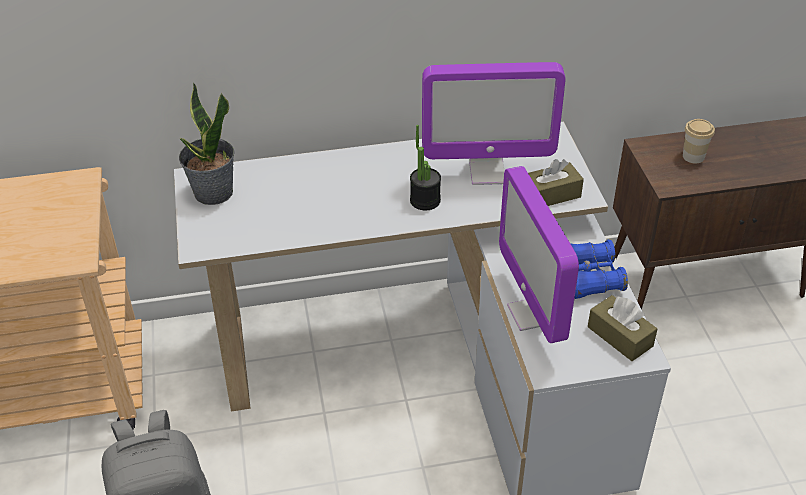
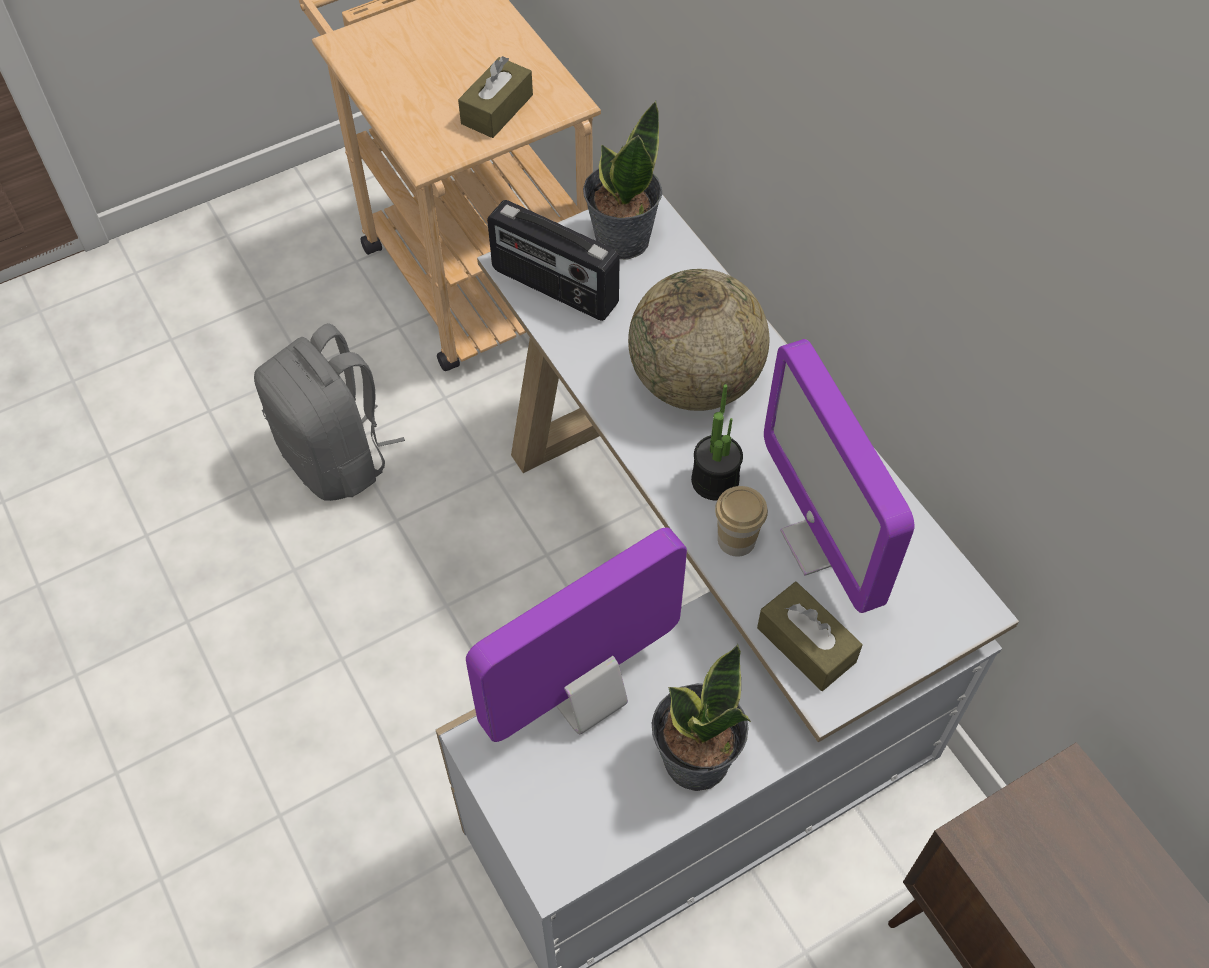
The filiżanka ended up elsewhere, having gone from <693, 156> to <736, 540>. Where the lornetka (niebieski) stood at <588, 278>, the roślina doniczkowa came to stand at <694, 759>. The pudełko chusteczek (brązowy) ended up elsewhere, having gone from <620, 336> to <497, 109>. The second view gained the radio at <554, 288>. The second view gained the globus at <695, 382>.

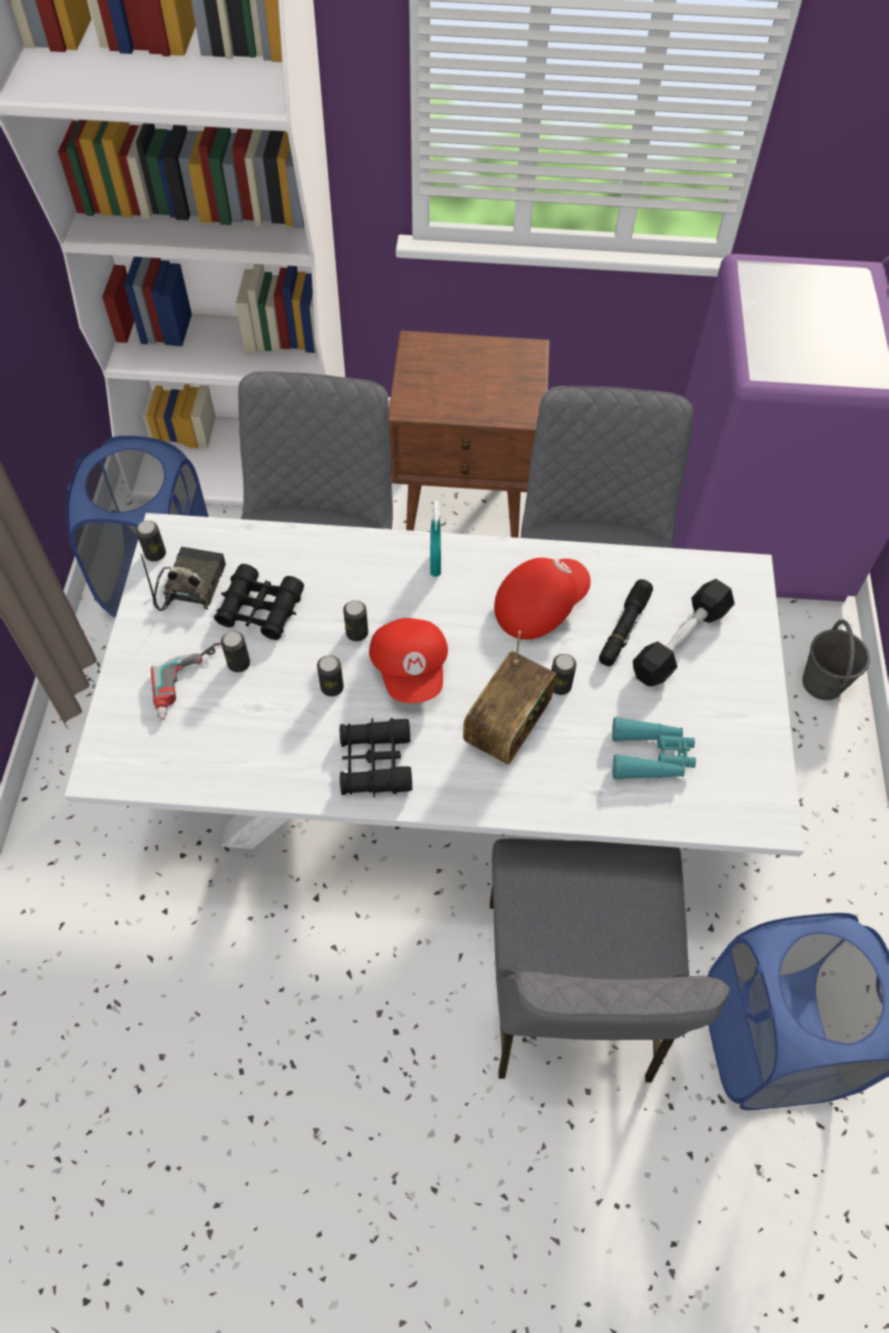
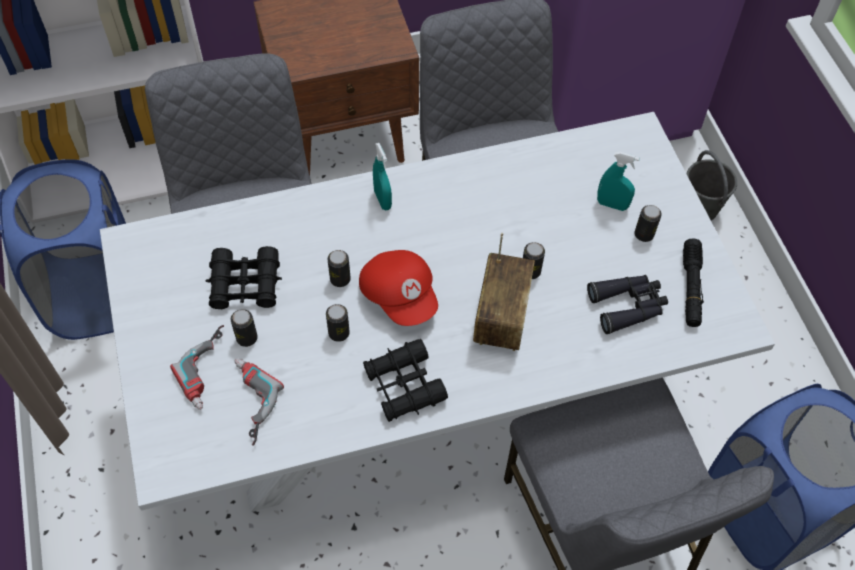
The puszka ended up elsewhere, having gone from <155, 554> to <644, 234>. The second view lost the radio at <190, 585>. The second view lost the czapka z daszkiem (czerwony) at <539, 606>. The latarka (czarny) ended up elsewhere, having gone from <623, 628> to <691, 287>. Where the hantel (czarny) stood at <680, 642>, the spryskiwacz (turkusowy) came to stand at <612, 205>. What was the lornetka (turkusowy) at <651, 756> turned into the lornetka (czarny) at <628, 306>. The second view gained the wiertarka at <246, 402>.

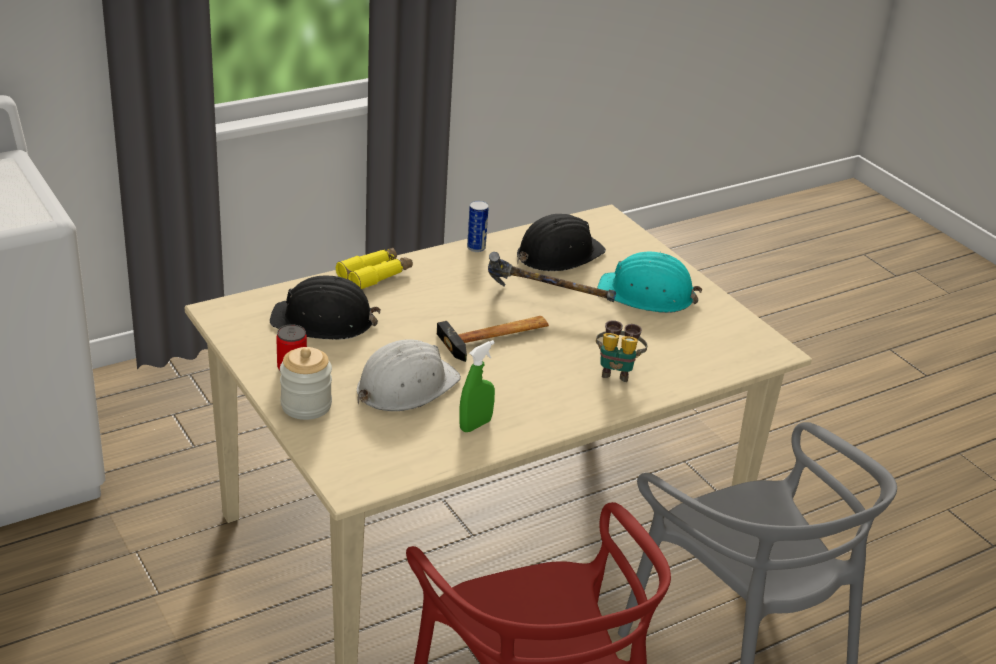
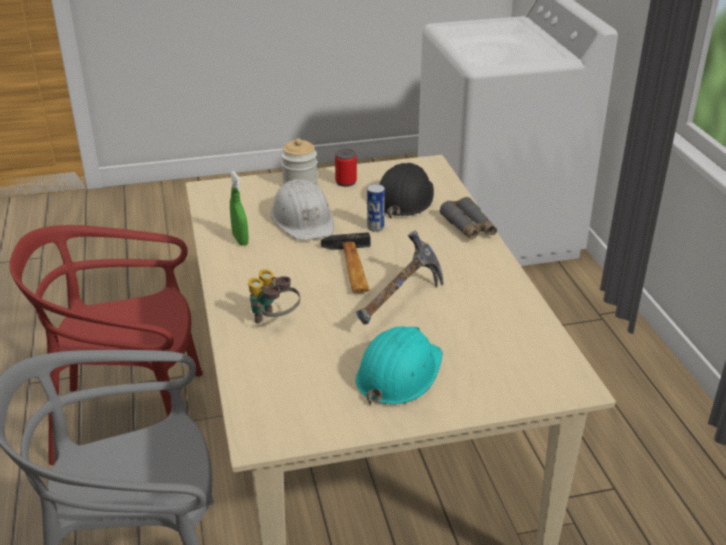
The puszka ended up elsewhere, having gone from <476, 248> to <375, 227>. The second view lost the kask (czarny) at <558, 254>. What was the lornetka (żółty) at <375, 275> turned into the lornetka (szary) at <468, 227>.

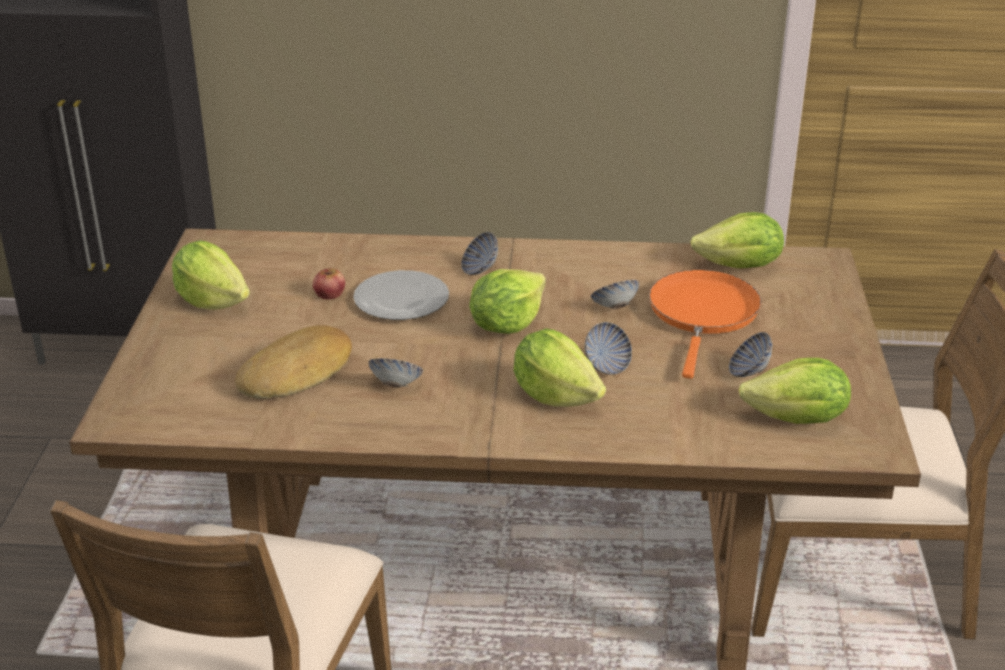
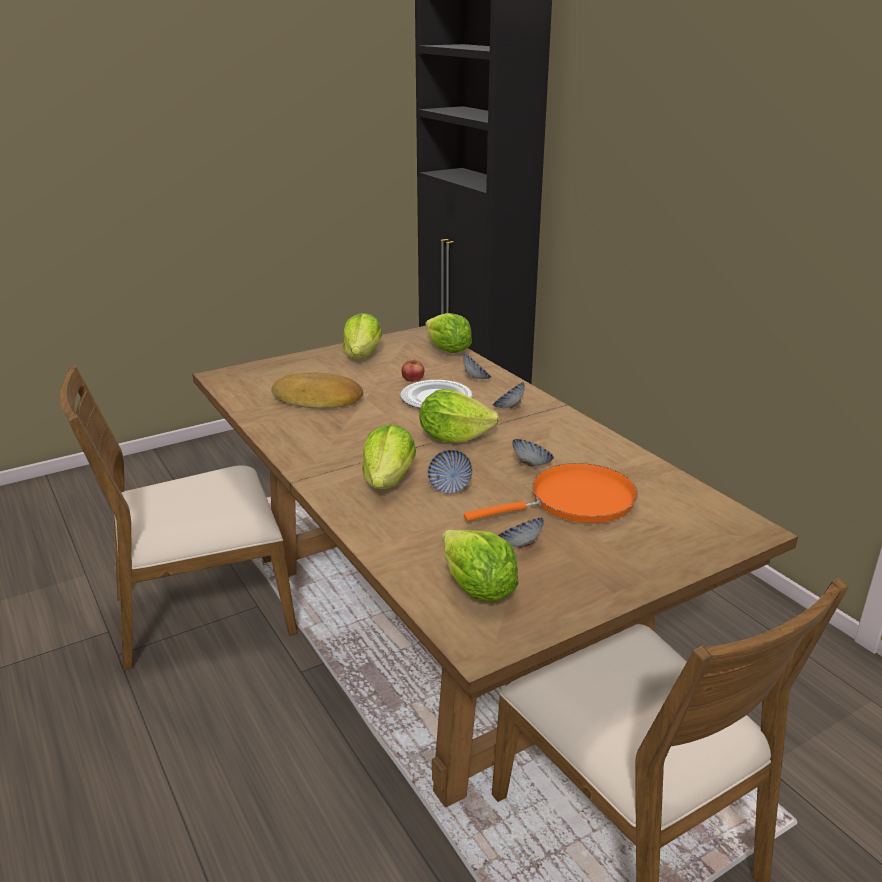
The sałata ended up elsewhere, having gone from <740, 266> to <448, 351>. The miska ended up elsewhere, having gone from <396, 385> to <476, 378>.

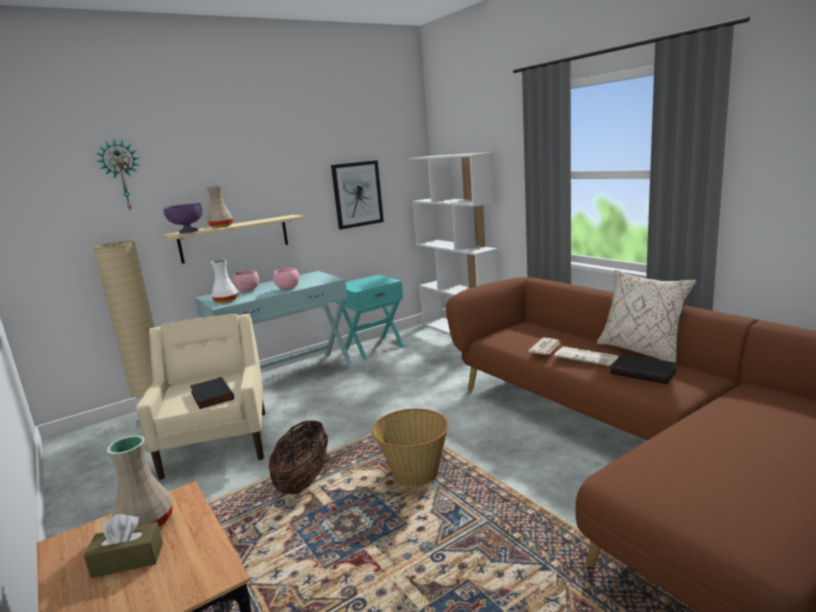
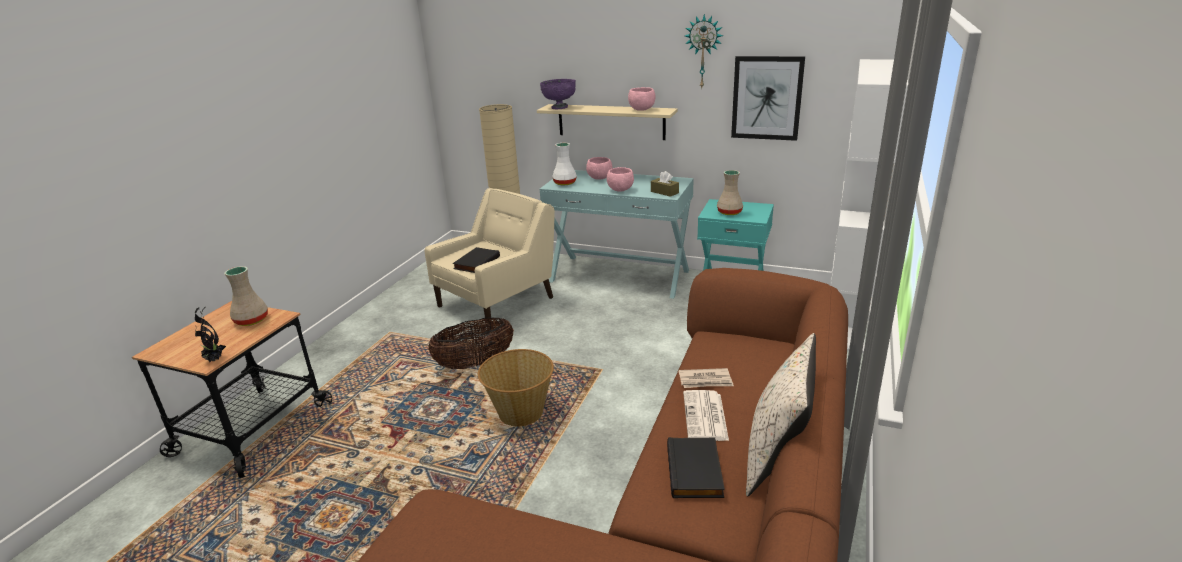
The zegar ścienny ended up elsewhere, having gone from <121, 175> to <703, 52>. The wazon (beżowy) ended up elsewhere, having gone from <221, 226> to <729, 212>. The pudełko chusteczek (brązowy) ended up elsewhere, having gone from <128, 560> to <664, 192>. The second view gained the miska (różowy) at <641, 110>. The second view gained the roślina doniczkowa at <215, 360>.

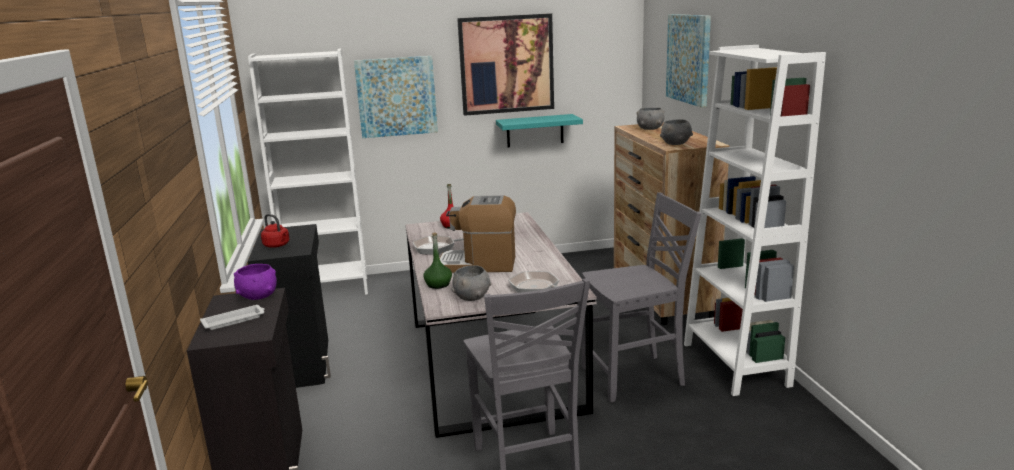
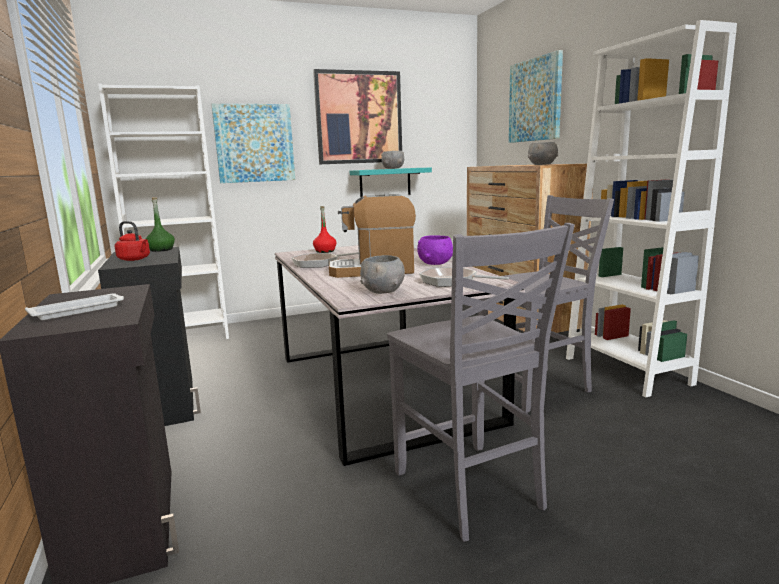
The miska (szary) ended up elsewhere, having gone from <650, 129> to <393, 168>. The butelka (zielony) ended up elsewhere, having gone from <438, 284> to <161, 250>. The miska (fioletowy) ended up elsewhere, having gone from <257, 296> to <434, 263>.

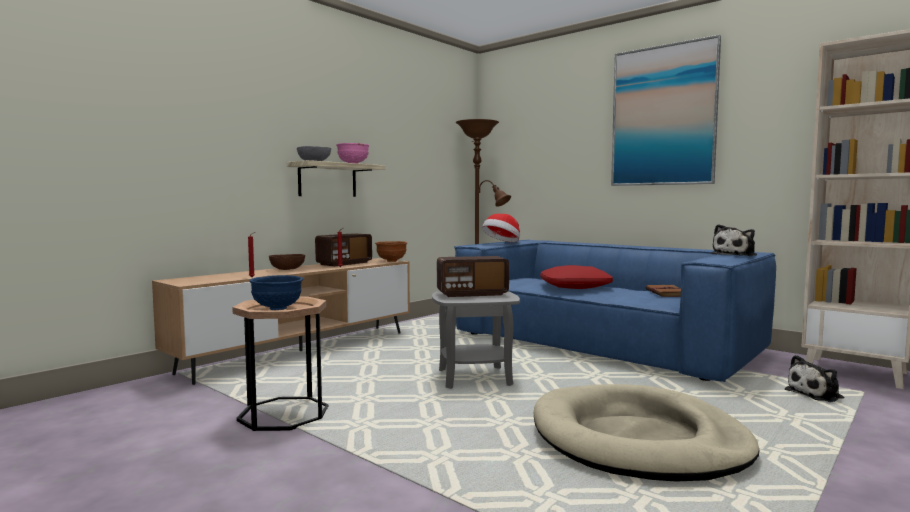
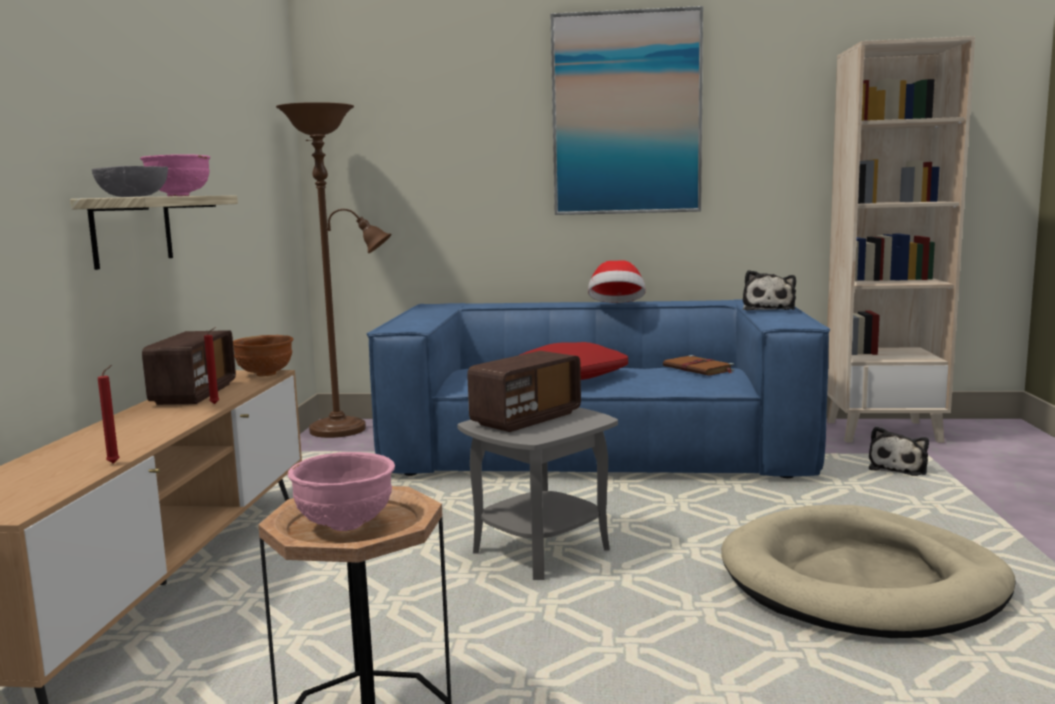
The kapelusz ended up elsewhere, having gone from <502, 243> to <617, 306>. The second view lost the miska (brązowy) at <287, 269>. What was the miska (niebieski) at <277, 309> turned into the miska (różowy) at <346, 525>.

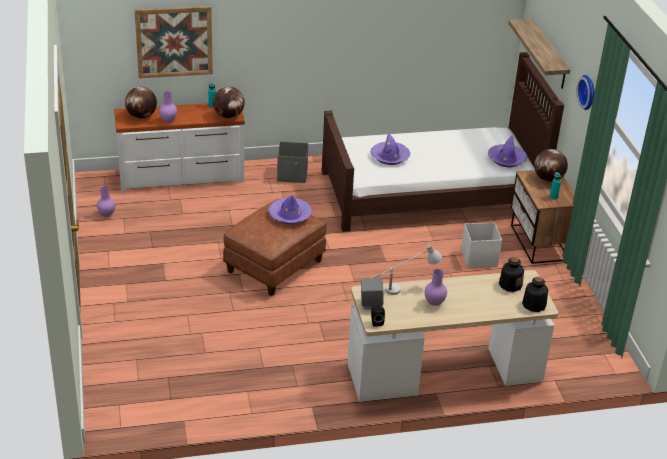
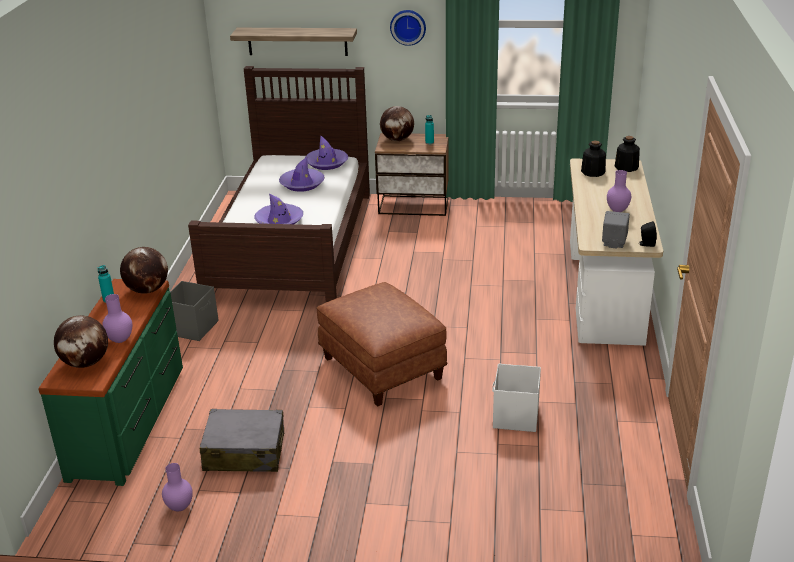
The second view lost the obraz at <174, 41>. What was the komoda (biały) at <181, 177> turned into the komoda (zielony) at <129, 420>. The kapelusz (fioletowy) ended up elsewhere, having gone from <290, 215> to <302, 184>. The pojemnik do przechowywania (biały) ended up elsewhere, having gone from <478, 258> to <515, 417>. The second view lost the lampa stołowa (biały) at <403, 288>. The second view gained the walizka (szary) at <244, 452>.

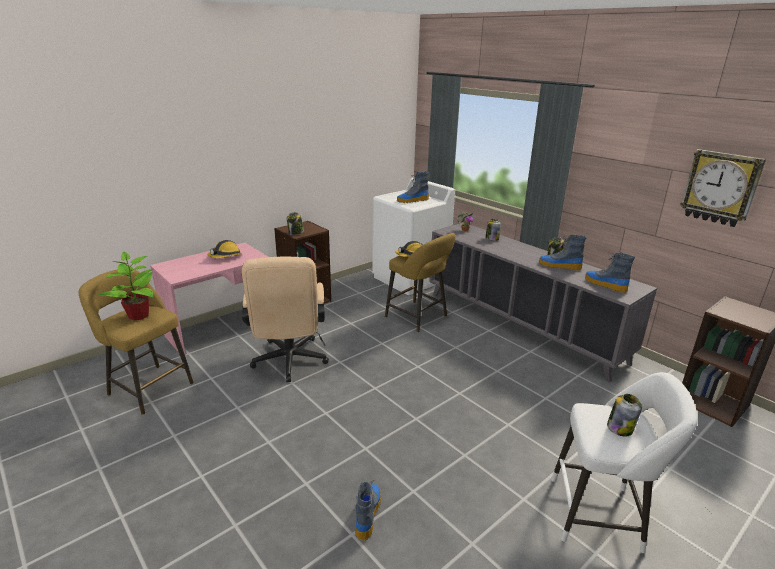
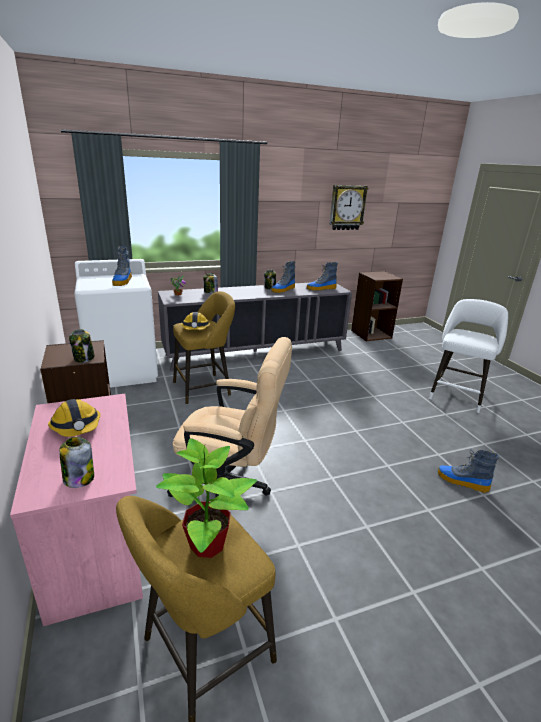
The słoik ended up elsewhere, having gone from <620, 428> to <79, 478>.

